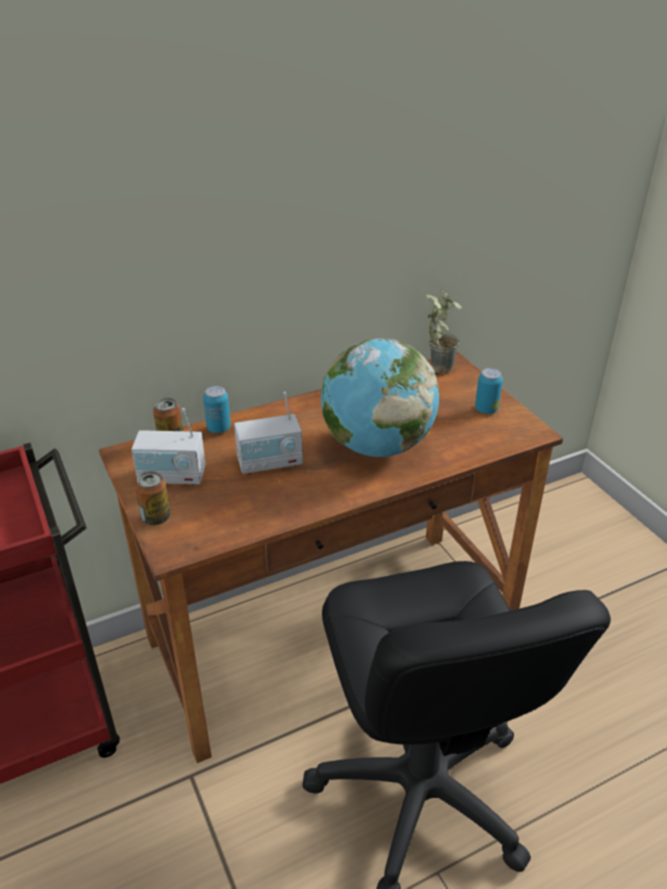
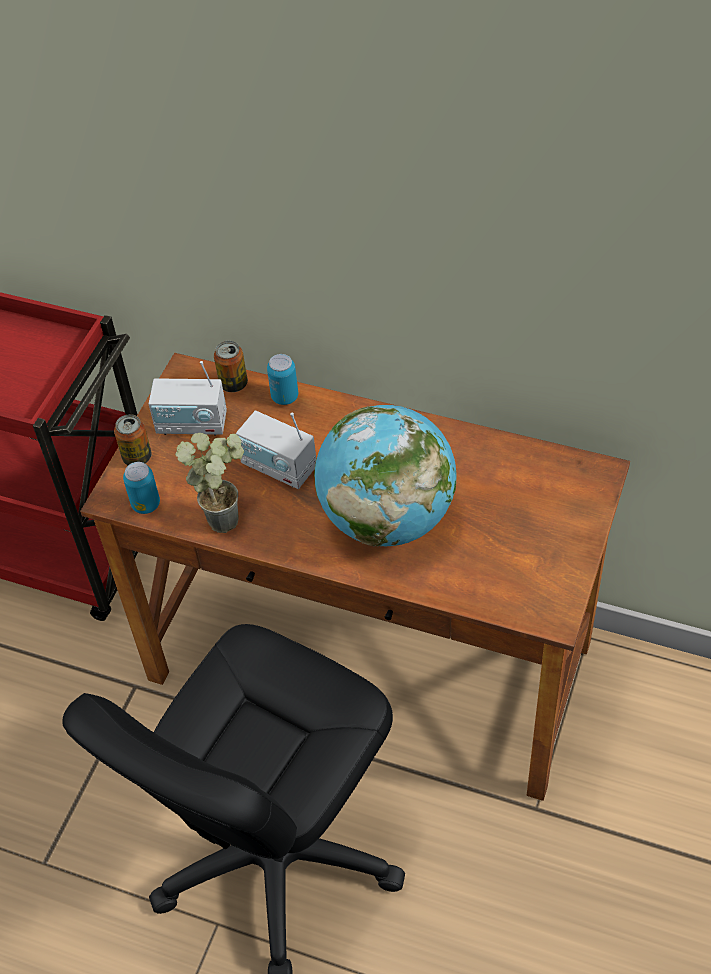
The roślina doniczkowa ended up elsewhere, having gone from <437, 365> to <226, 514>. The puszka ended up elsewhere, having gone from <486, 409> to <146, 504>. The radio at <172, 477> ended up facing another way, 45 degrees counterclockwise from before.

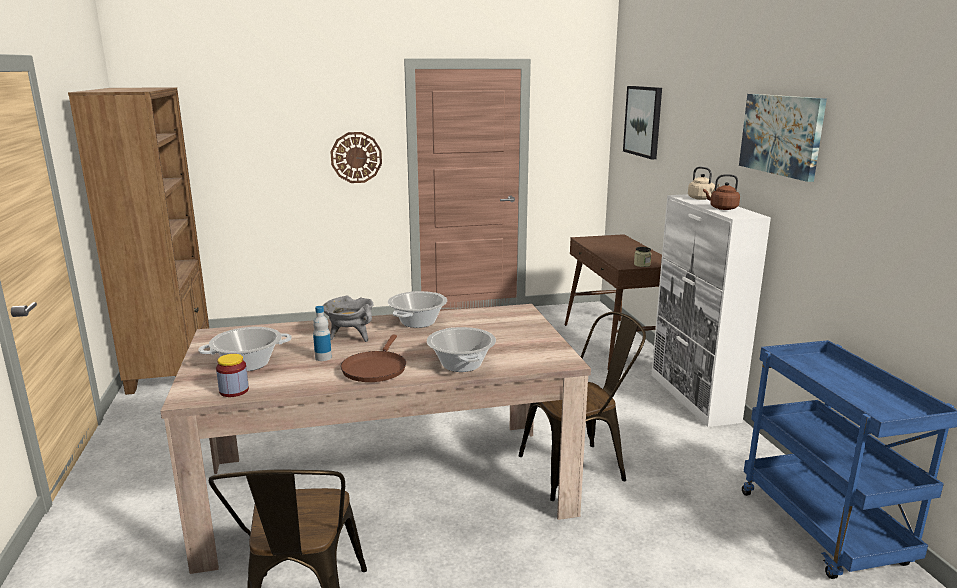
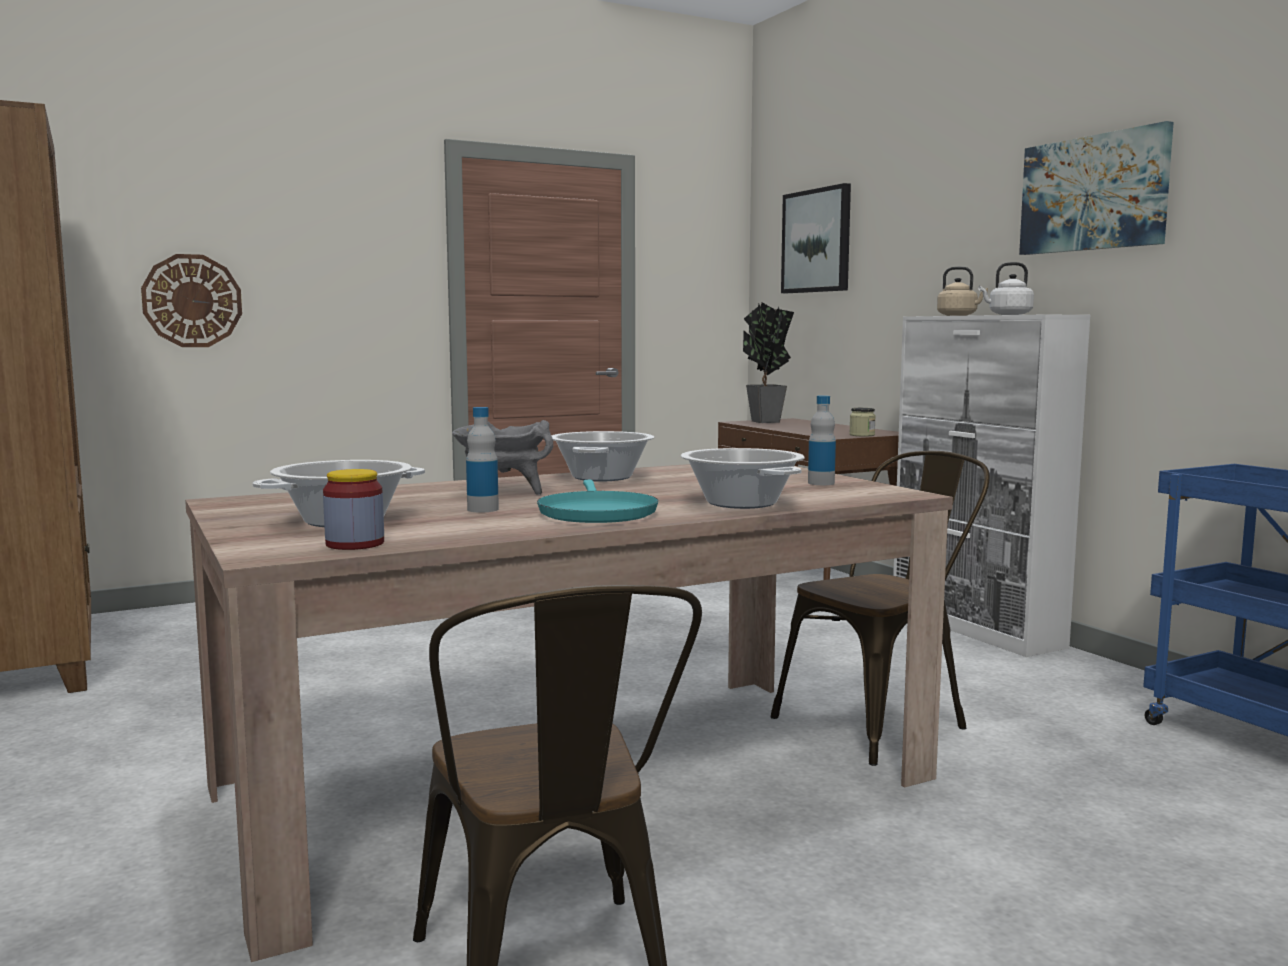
The zegar ścienny ended up elsewhere, having gone from <356, 157> to <192, 301>. What was the czajnik (brązowy) at <722, 208> turned into the czajnik (biały) at <1008, 314>. What was the patelnia (brązowy) at <375, 368> turned into the patelnia (turkusowy) at <596, 513>. The second view gained the roślina doniczkowa at <765, 422>. The second view gained the butelka at <821, 483>.

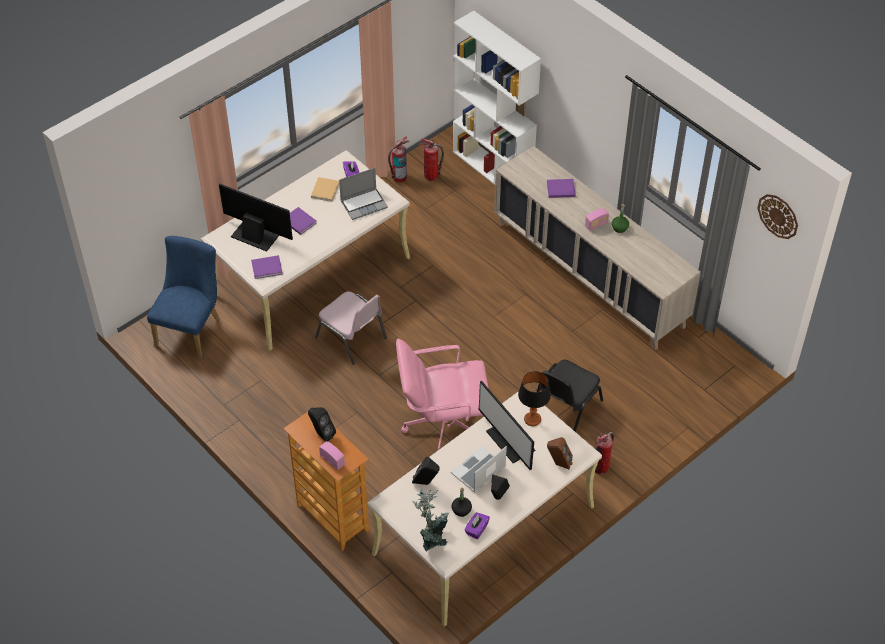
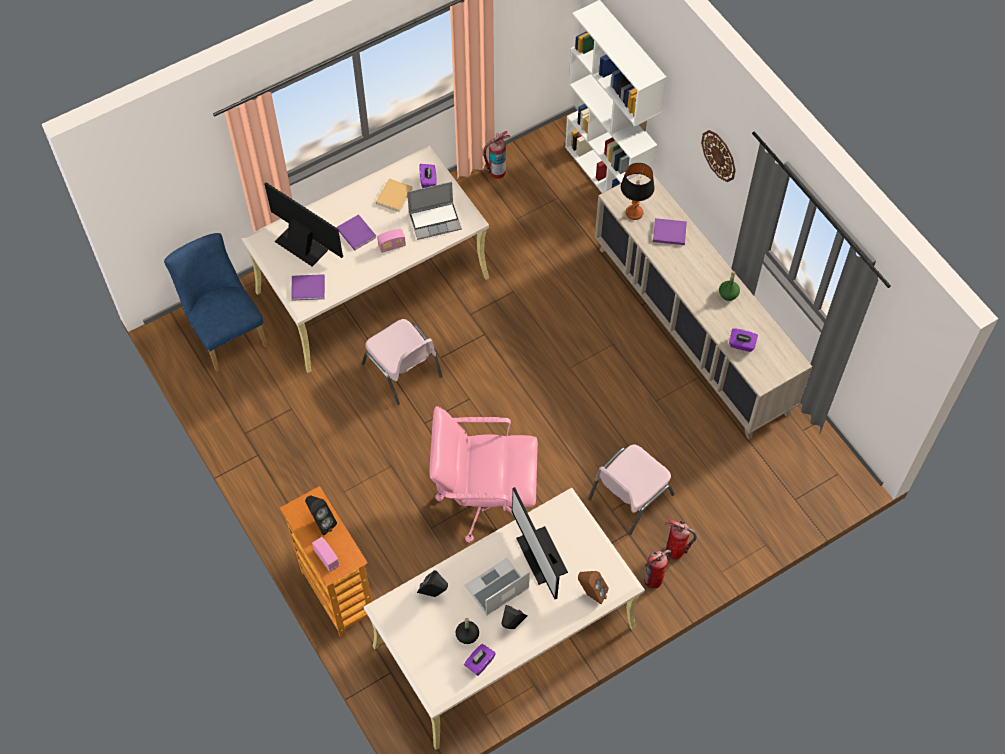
The gaśnica ended up elsewhere, having gone from <431, 176> to <675, 551>. The zegar ścienny ended up elsewhere, having gone from <778, 216> to <719, 155>. The radio ended up elsewhere, having gone from <596, 224> to <392, 246>. The krzesło (niebieski) at <191, 328> ended up facing another way, 60 degrees counterclockwise from before. What was the krzesło (czarny) at <565, 407> turned into the krzesło (różowy) at <629, 497>. The lampa stołowa ended up elsewhere, having gone from <532, 419> to <634, 213>. The second view lost the roślina doniczkowa at <433, 538>. The second view gained the pudełko chusteczek (fioletowy) at <741, 345>.

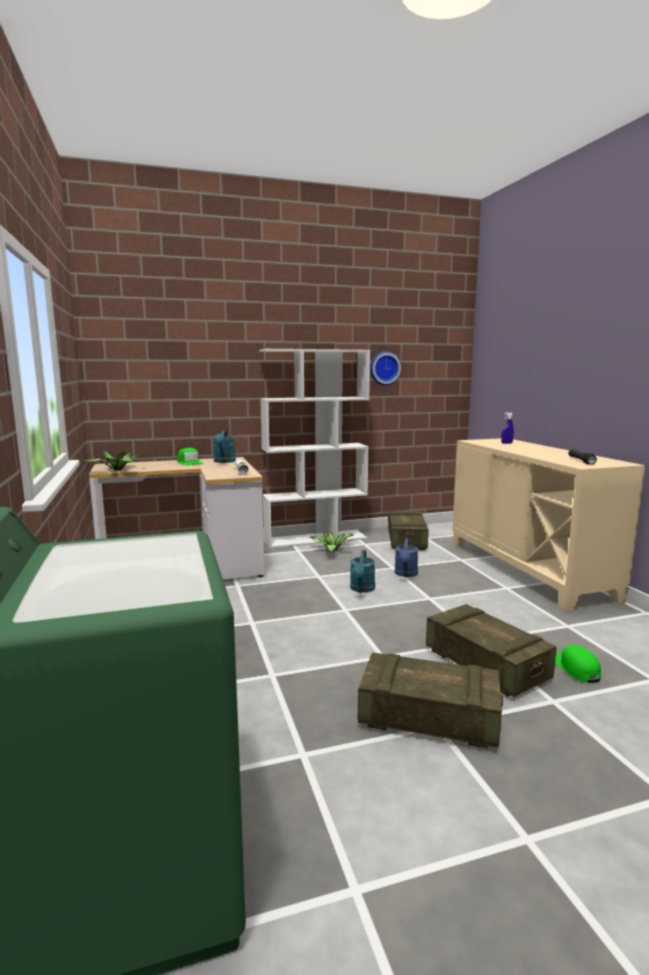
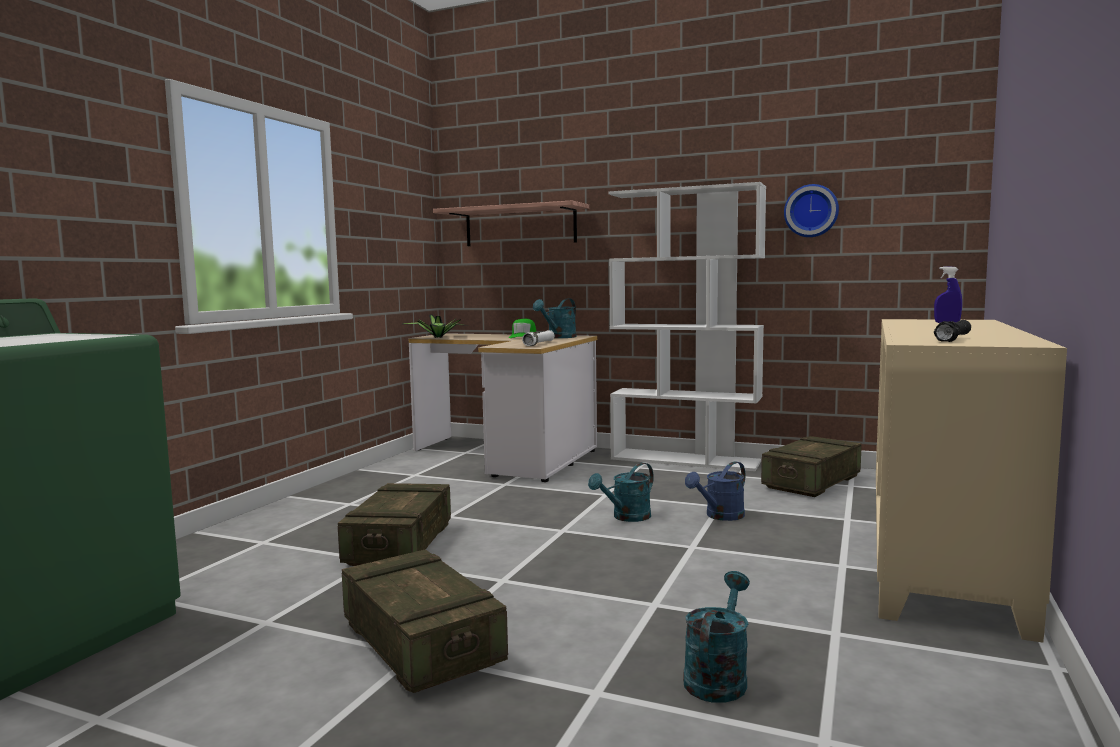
The second view lost the roślina doniczkowa at <332, 550>. The skrzynka ended up elsewhere, having gone from <485, 665> to <400, 545>. Where the czapka z daszkiem (zielony) stood at <574, 668>, the konewka (turkusowy) came to stand at <718, 677>. The second view gained the półka at <520, 226>.

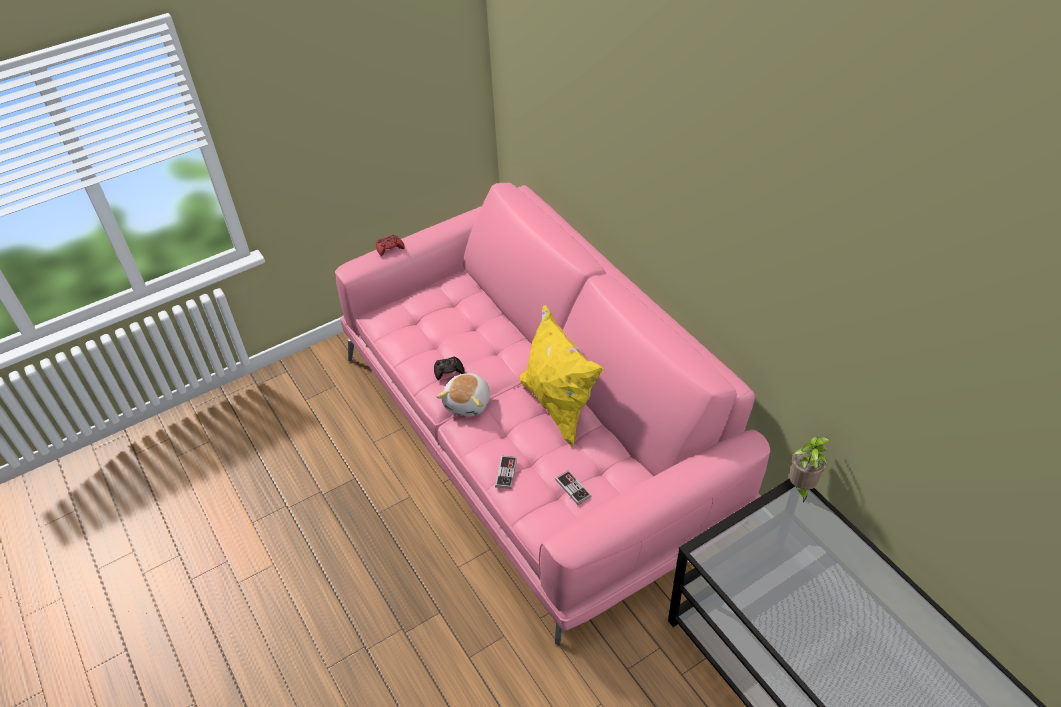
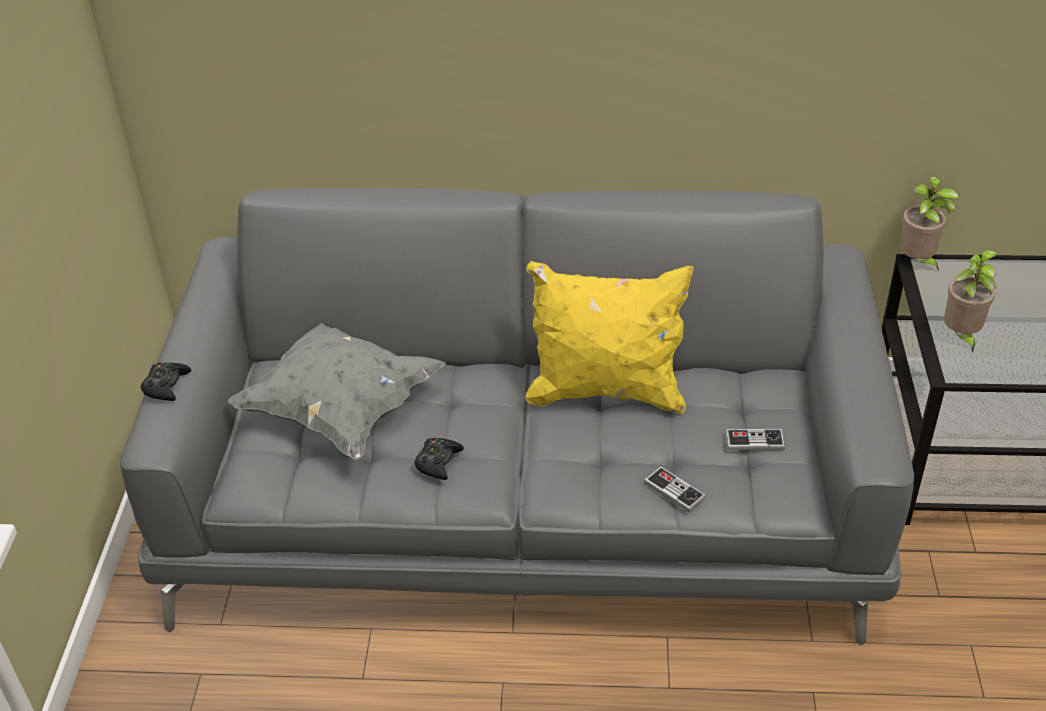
What was the kanapa (różowy) at <534, 437> turned into the kanapa (szary) at <527, 499>. What was the pad do gier (czerwony) at <389, 248> turned into the pad do gier (czarny) at <166, 386>. The second view lost the pluszak at <468, 403>. The second view gained the roślina doniczkowa at <960, 336>. The second view gained the poduszka (szary) at <340, 410>.

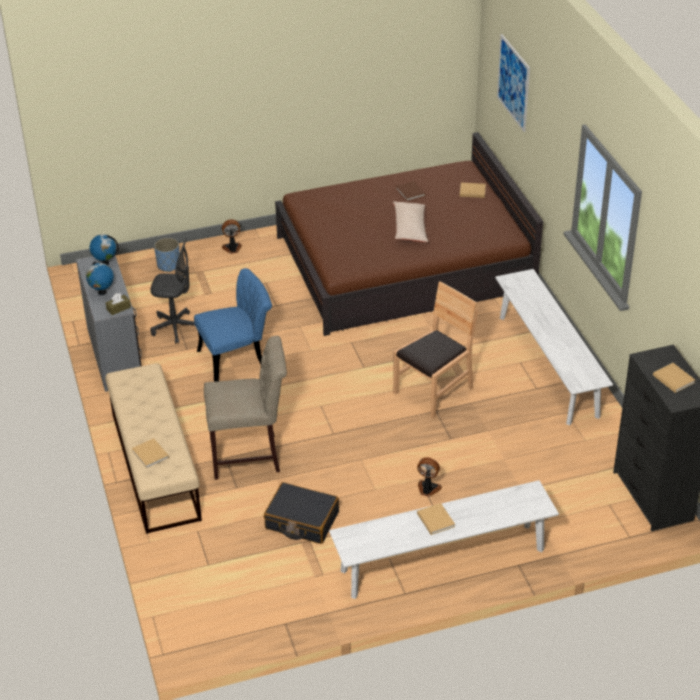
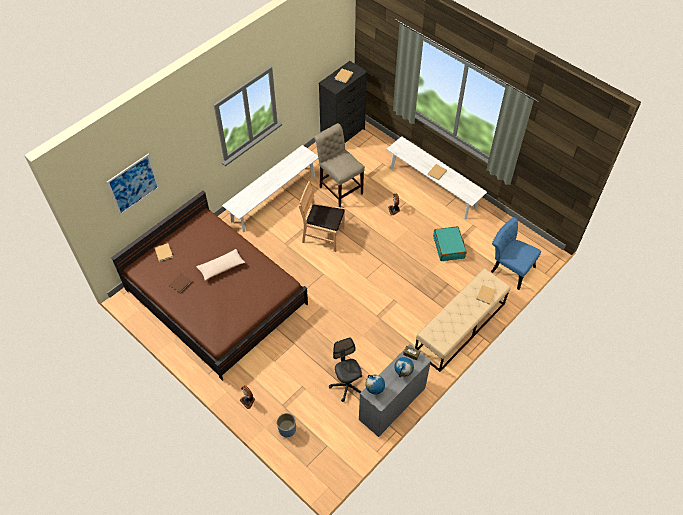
The krzesło (niebieski) ended up elsewhere, having gone from <237, 358> to <509, 268>. The krzesło (beżowy) ended up elsewhere, having gone from <250, 456> to <339, 188>. What was the walizka (czarny) at <301, 521> turned into the walizka (turkusowy) at <449, 247>.

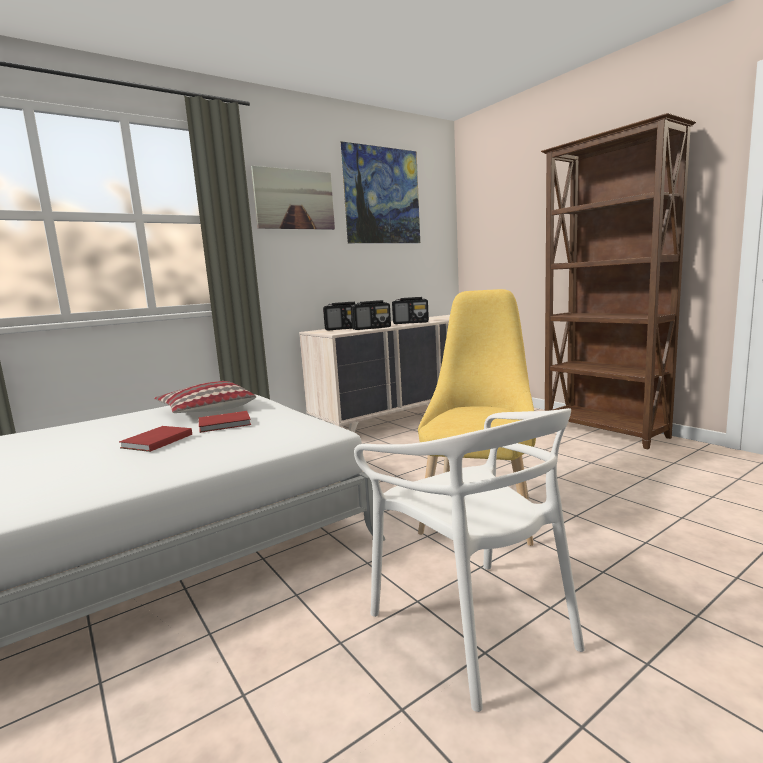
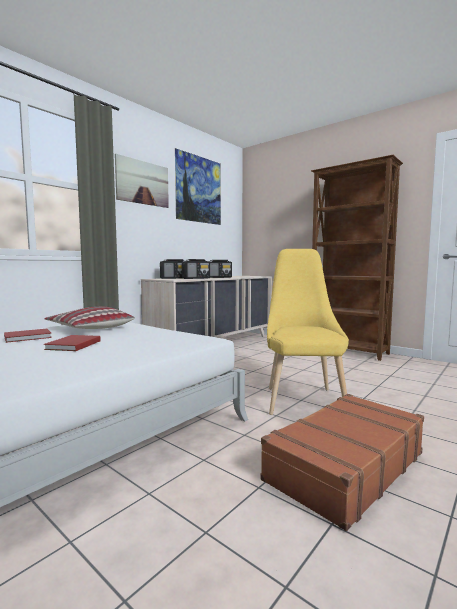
Where the krzesło (biały) stood at <474, 625>, the walizka (brązowy) came to stand at <344, 466>. The książka (czerwony) ended up elsewhere, having gone from <226, 424> to <29, 337>.

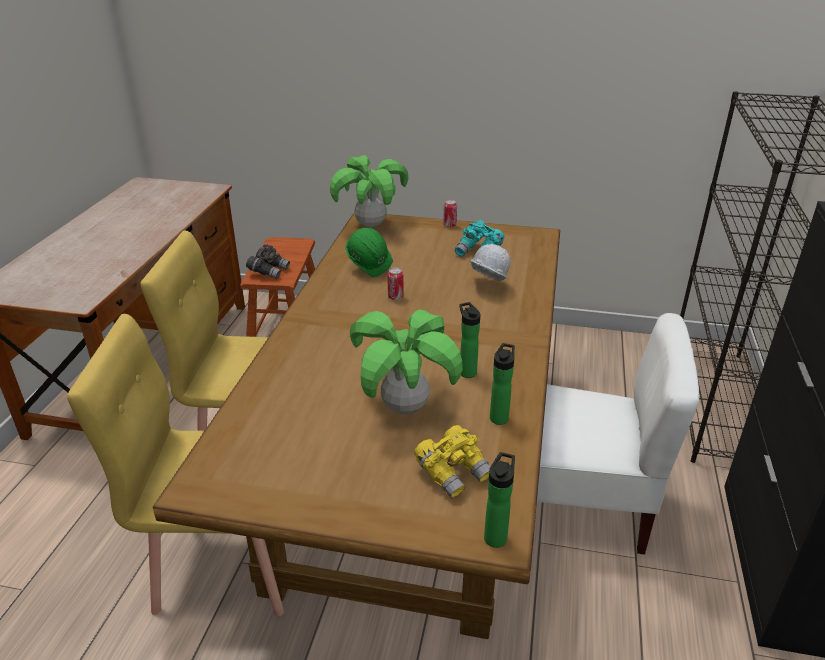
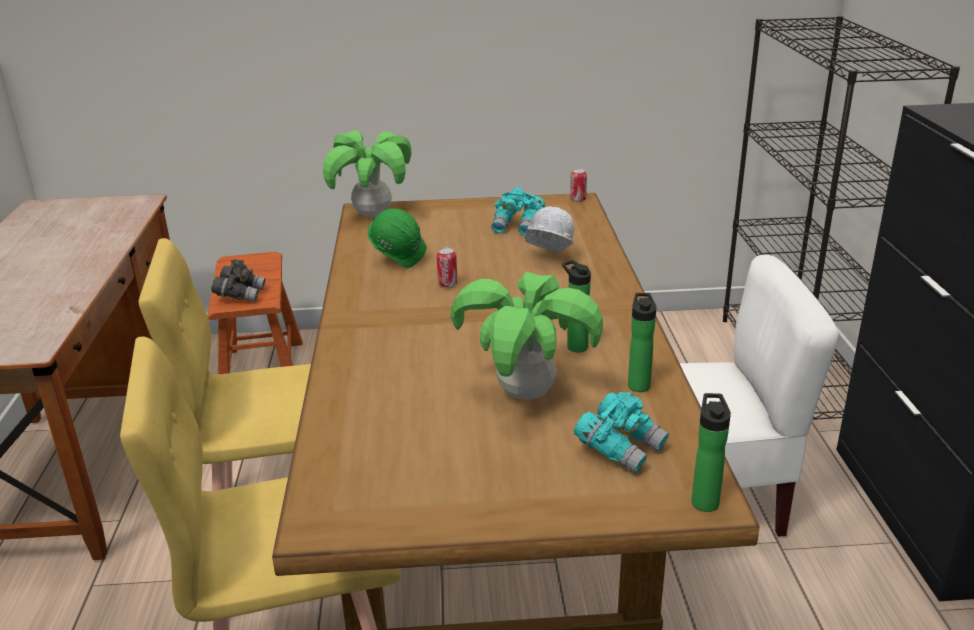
The puszka ended up elsewhere, having gone from <449, 225> to <578, 199>. What was the lornetka (żółty) at <453, 472> turned into the lornetka (turkusowy) at <620, 448>.

